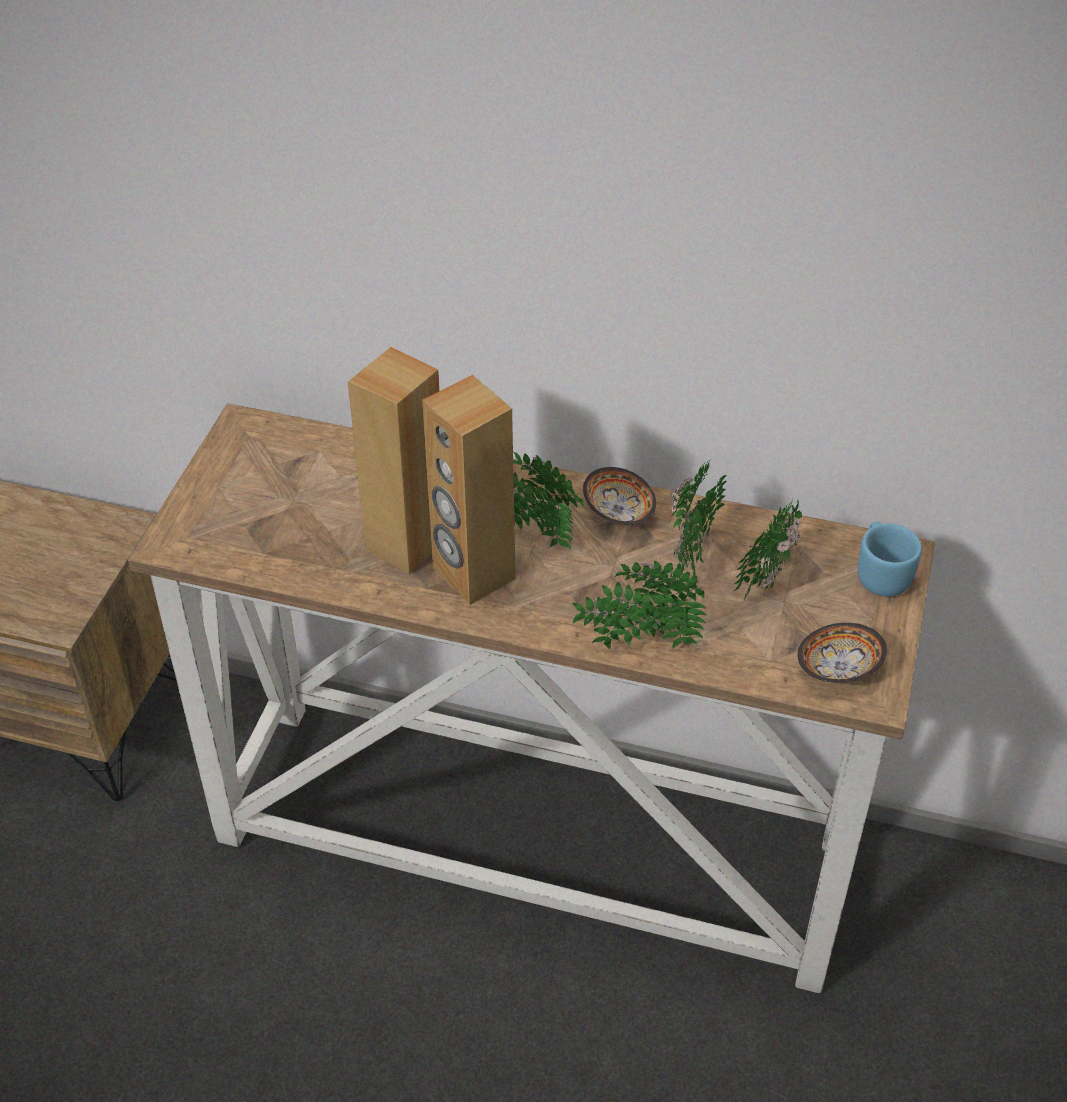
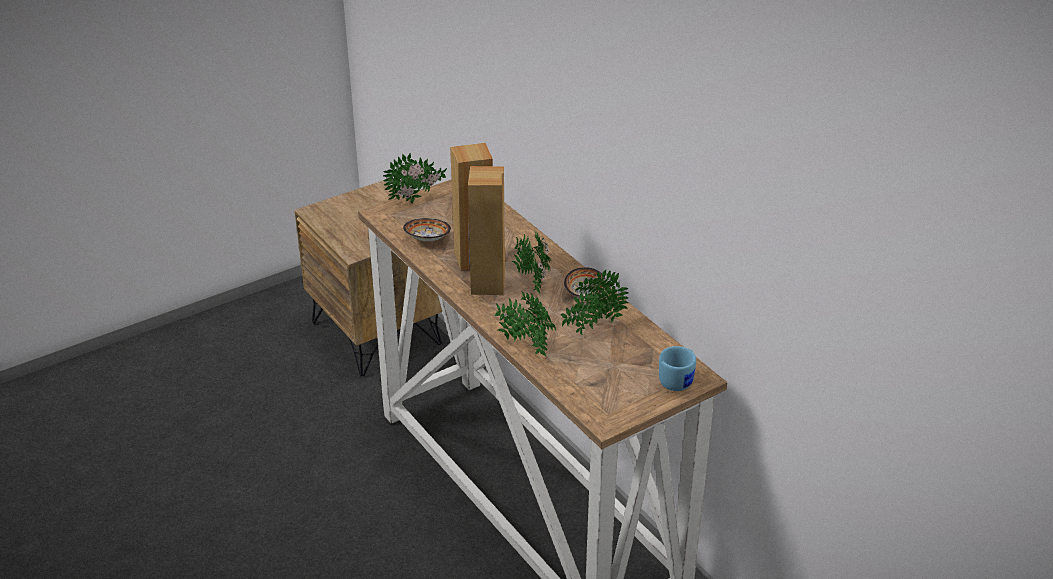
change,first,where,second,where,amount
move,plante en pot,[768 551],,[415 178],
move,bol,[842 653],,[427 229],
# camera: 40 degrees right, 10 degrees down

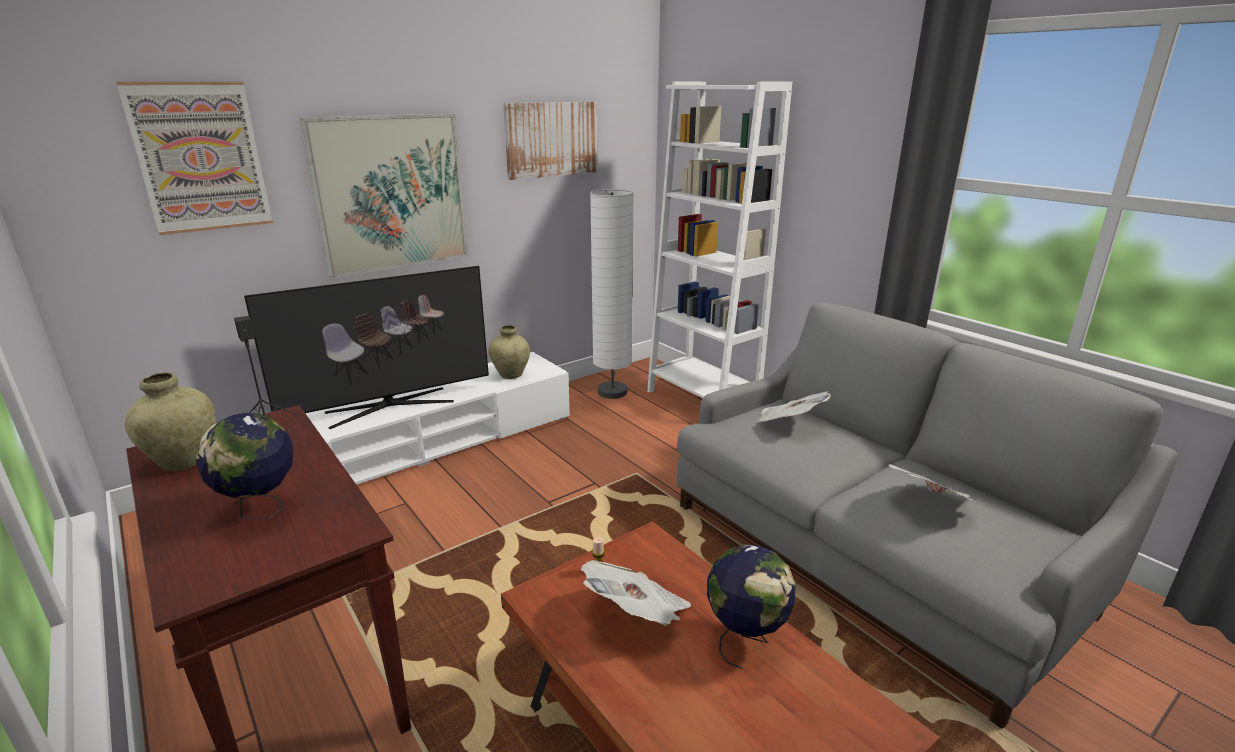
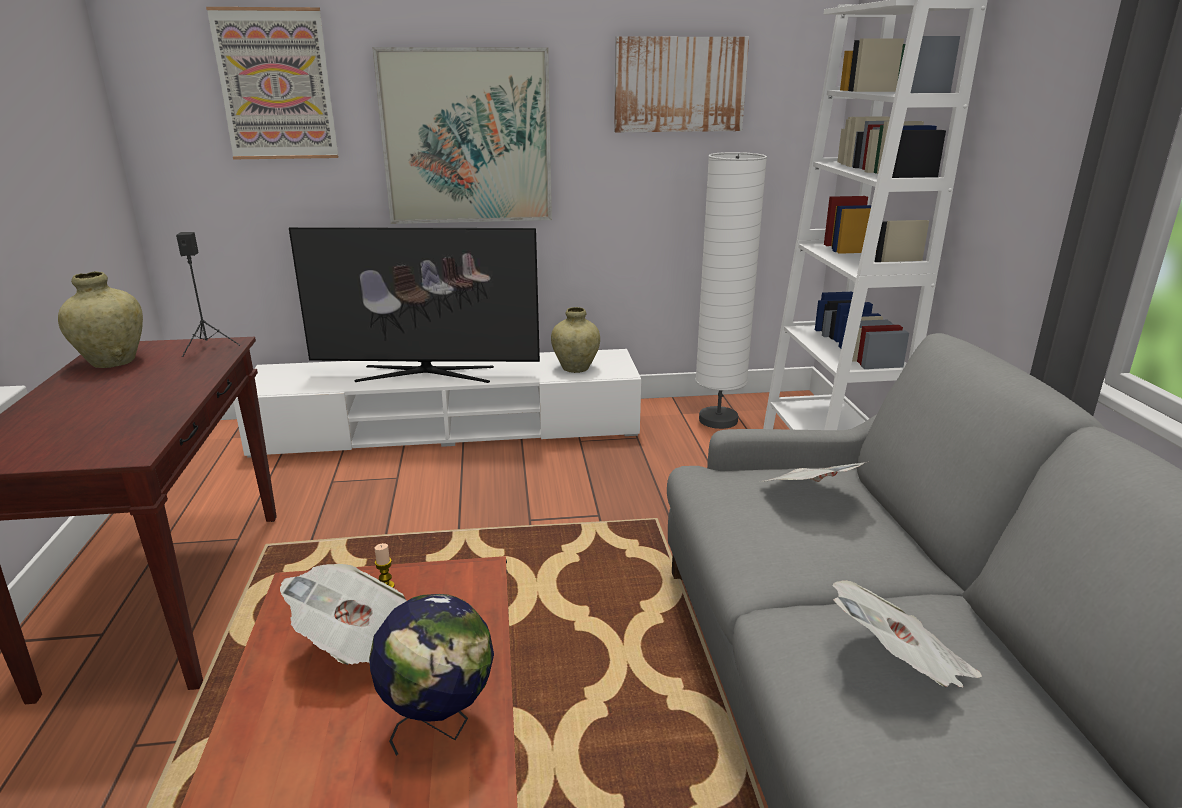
change,first,where,second,where,amount
delete,globe,[244 466],,,
# camera: 30 degrees right, 0 degrees up

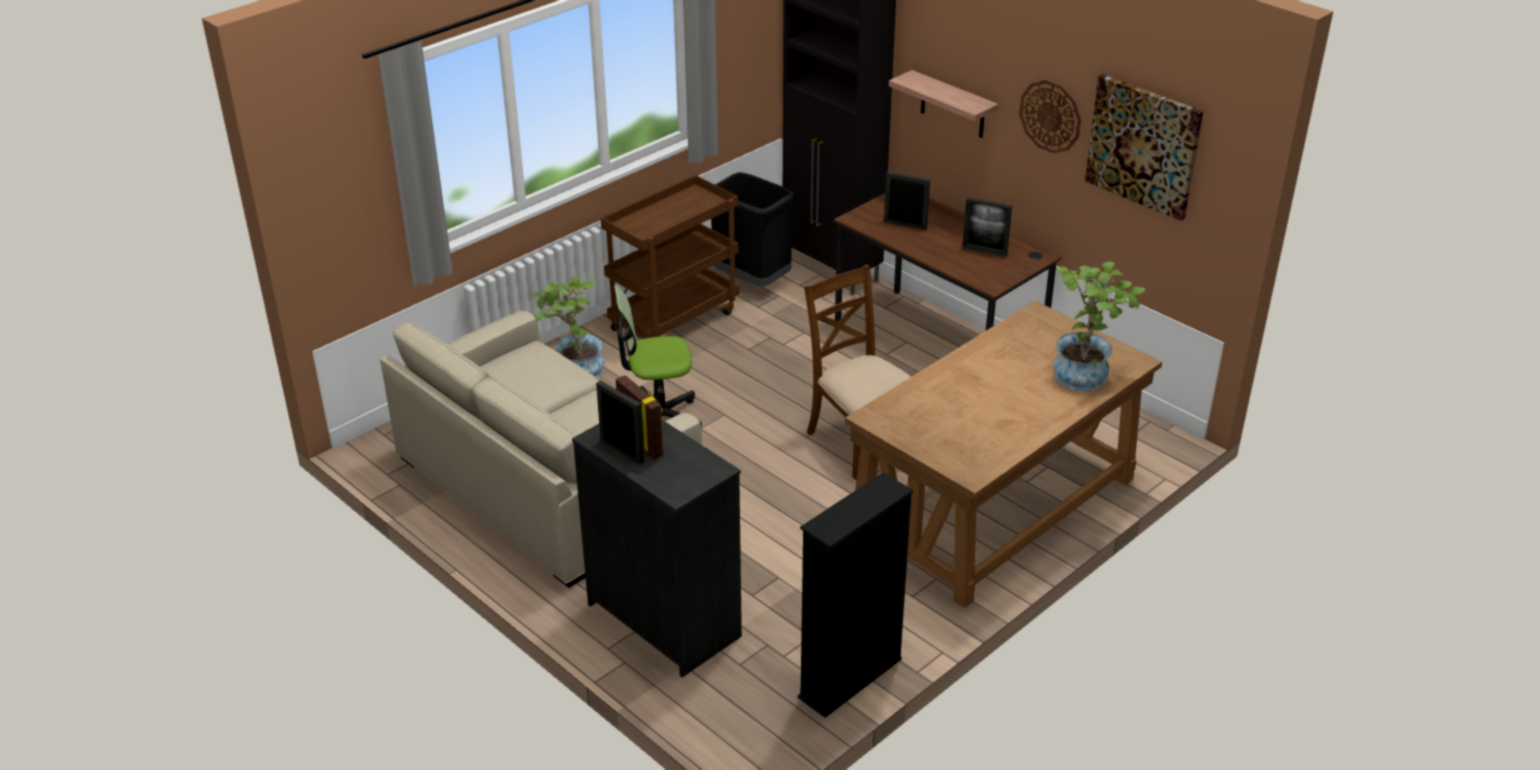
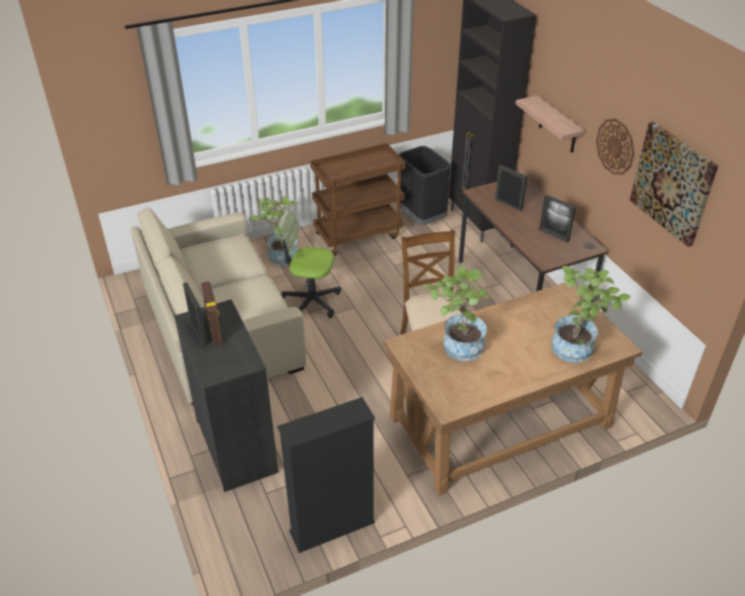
change,first,where,second,where,amount
insert,,,plante en pot,[457 313],
# camera: 20 degrees right, 5 degrees up

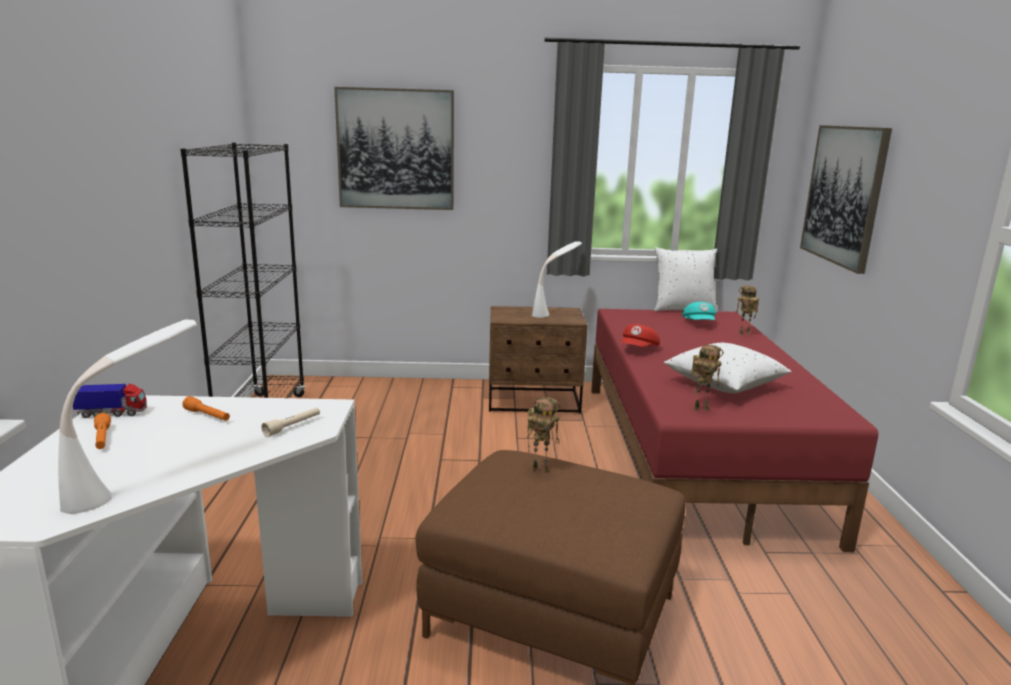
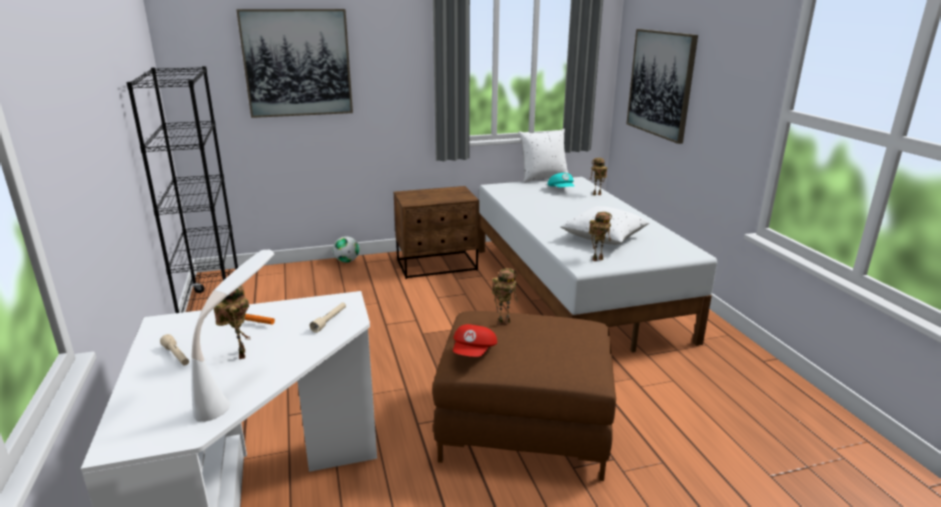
change,first,where,second,where,amount
recolor,lampe de poche/orange,[102 431],lampe de poche/beige,[174 349],
insert,,,robot jouet,[232 322],
insert,,,ballon de foot,[346 249],
move,casquette/rouge,[640 335],,[475 340],
recolor,lit/rouge,[734 430],lit/blanc,[597 265],
delete,camion jouet,[110 401],,,
delete,lampe de table/blanc,[557 279],,,
# camera: 15 degrees left, 5 degrees up

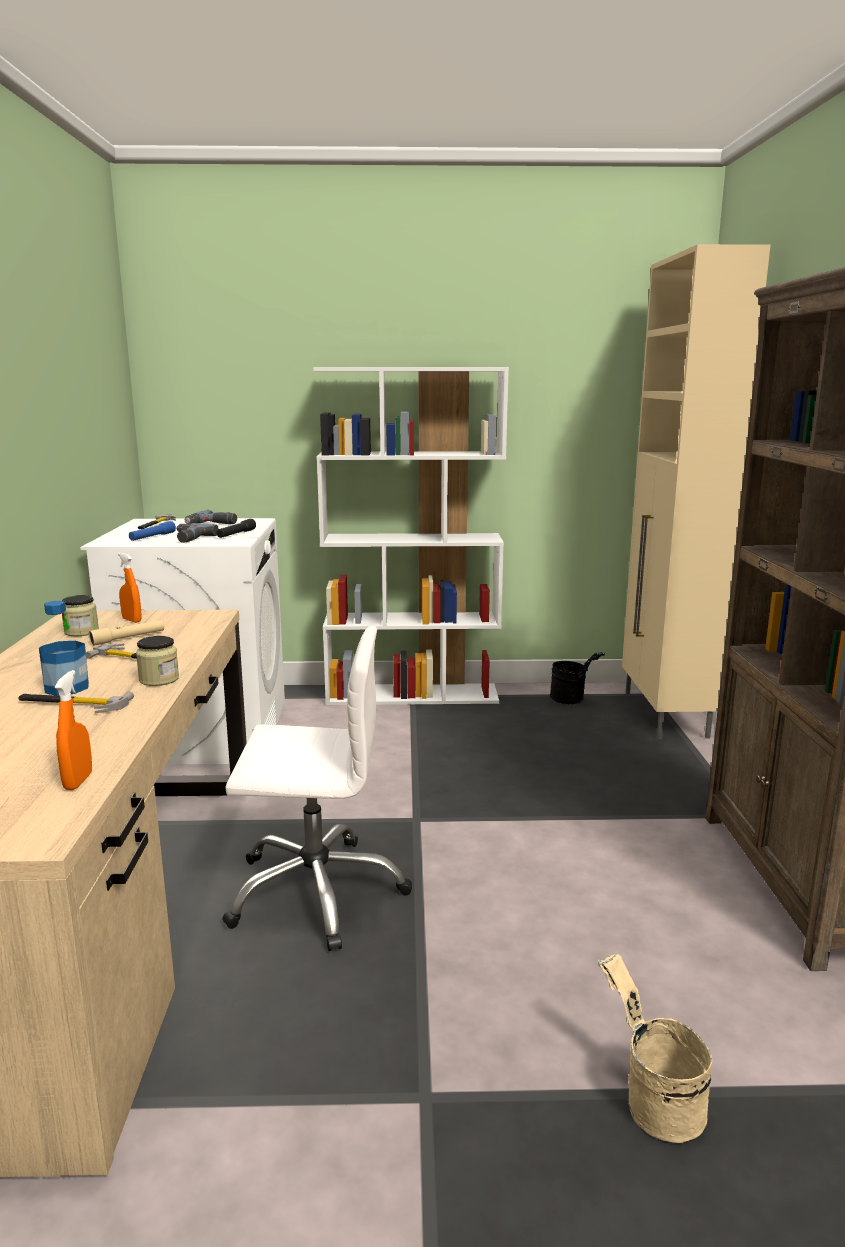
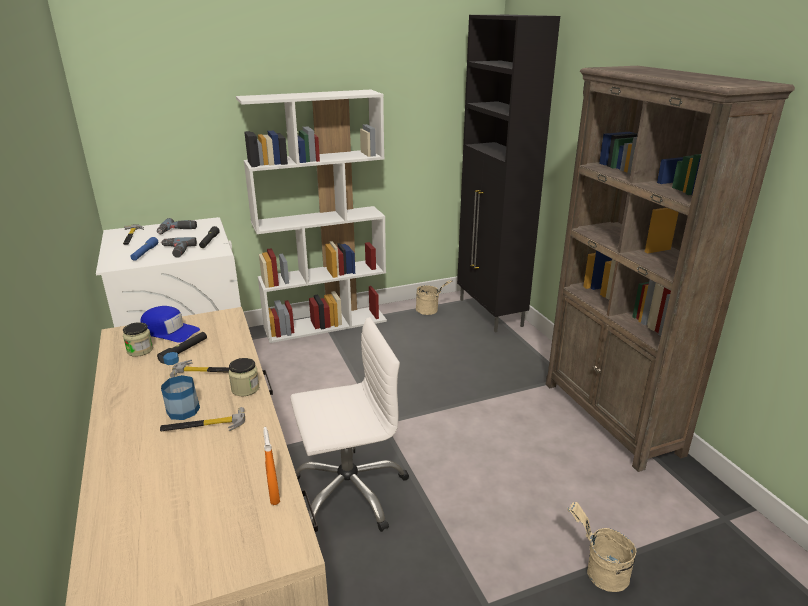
change,first,where,second,where,amount
replace,vaporisateur/orange,[130 588],casquette/bleu,[170 324],
recolor,lampe de poche/beige,[126 633],lampe de poche/noir,[182 348],
recolor,seau/noir,[577 678],seau/beige,[434 297],
recolor,meuble de rangement/beige,[696 491],meuble de rangement/noir,[508 173],
# camera: 20 degrees left, 10 degrees up

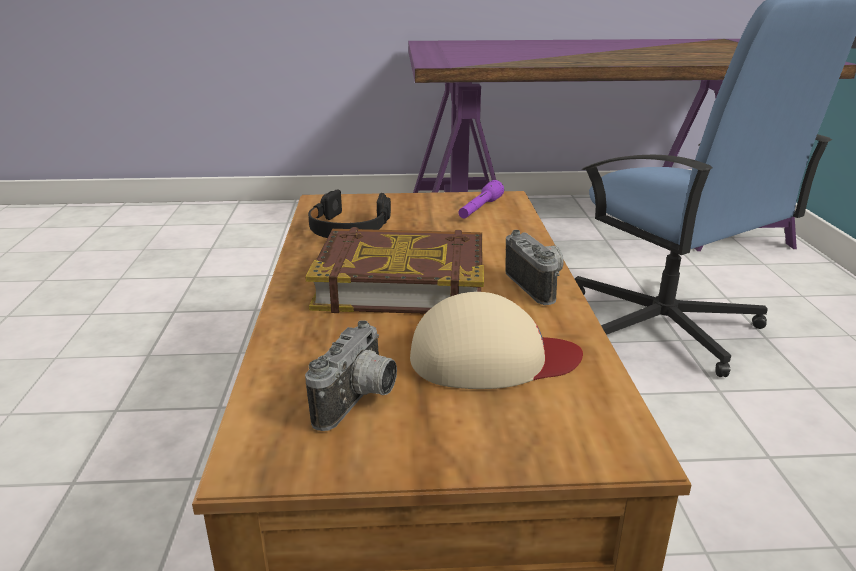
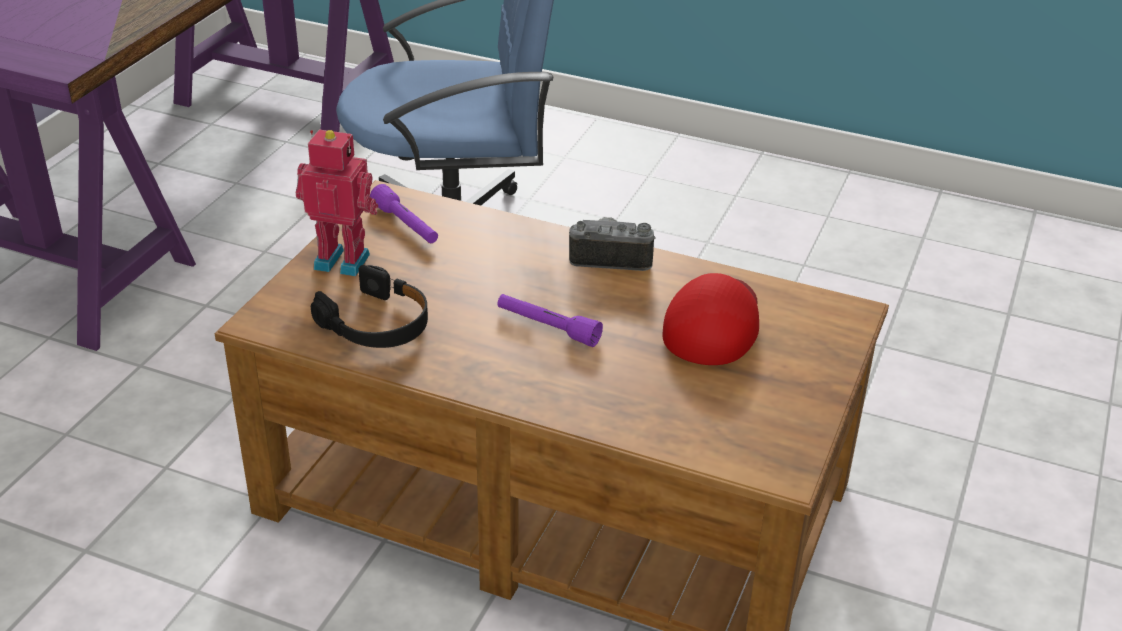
change,first,where,second,where,amount
insert,,,robot jouet,[337 202],
replace,livre,[394 270],lampe de poche/violet,[550 320],
recolor,casquette/beige,[496 340],casquette/rouge,[710 319],
delete,appareil photo,[351 375],,,
# camera: 65 degrees left, 10 degrees up

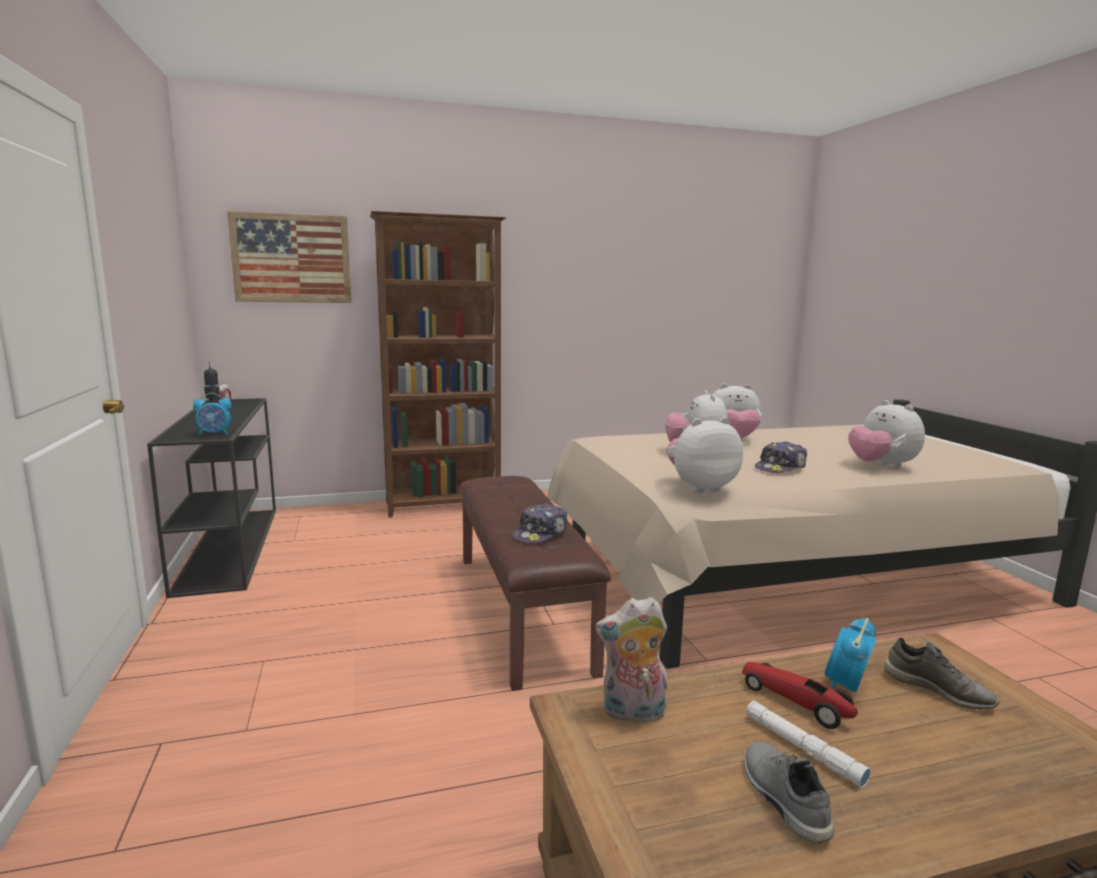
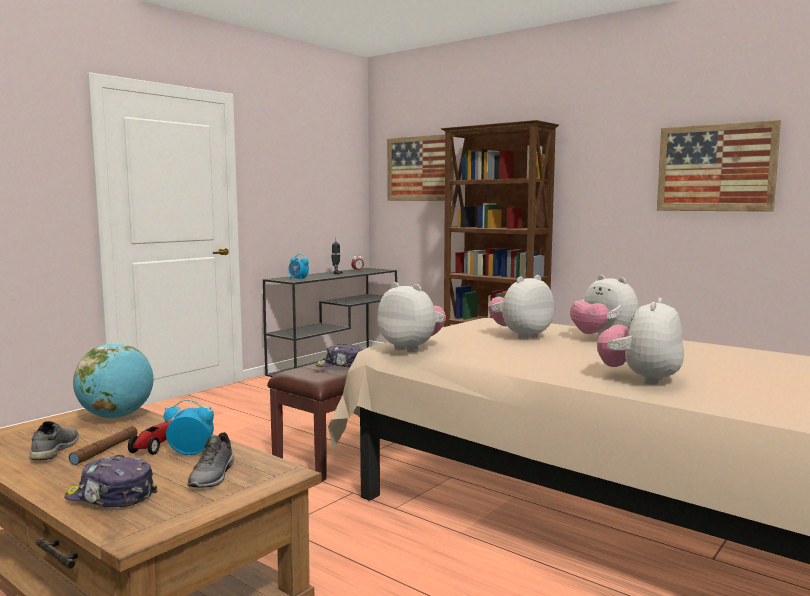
change,first,where,second,where,amount
rotate,chaussure/gris,[789 792],,[54 440],45 degrees counterclockwise
move,casquette,[781 457],,[111 481],
recolor,lampe de poche/blanc,[808 744],lampe de poche/marron,[103 445],
replace,peluche,[631 659],globe,[113 381],
insert,,,tableau,[719 166],
# camera: 55 degrees right, 5 degrees down

